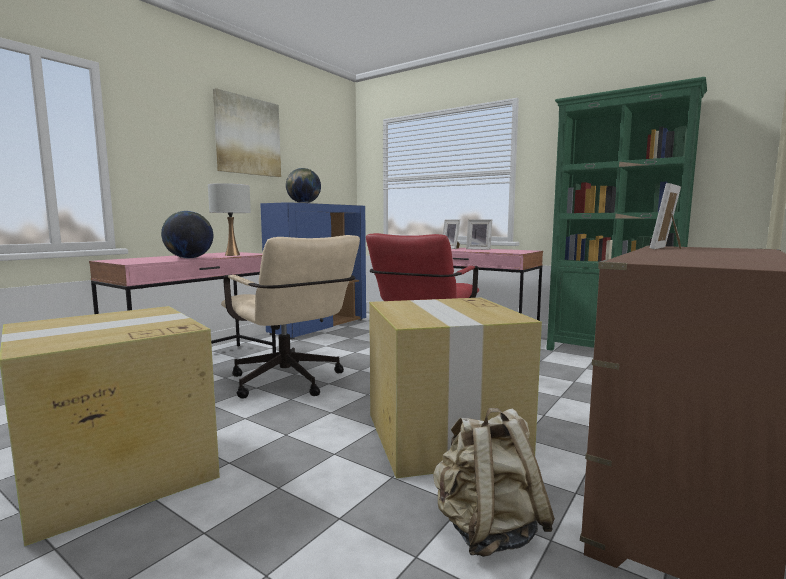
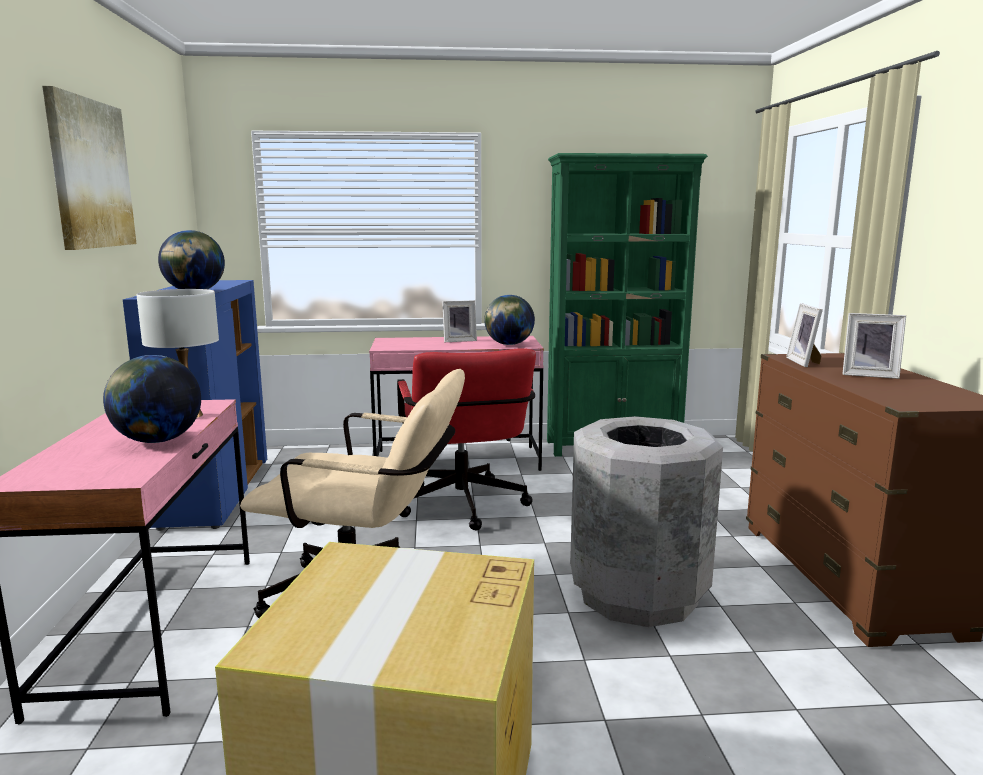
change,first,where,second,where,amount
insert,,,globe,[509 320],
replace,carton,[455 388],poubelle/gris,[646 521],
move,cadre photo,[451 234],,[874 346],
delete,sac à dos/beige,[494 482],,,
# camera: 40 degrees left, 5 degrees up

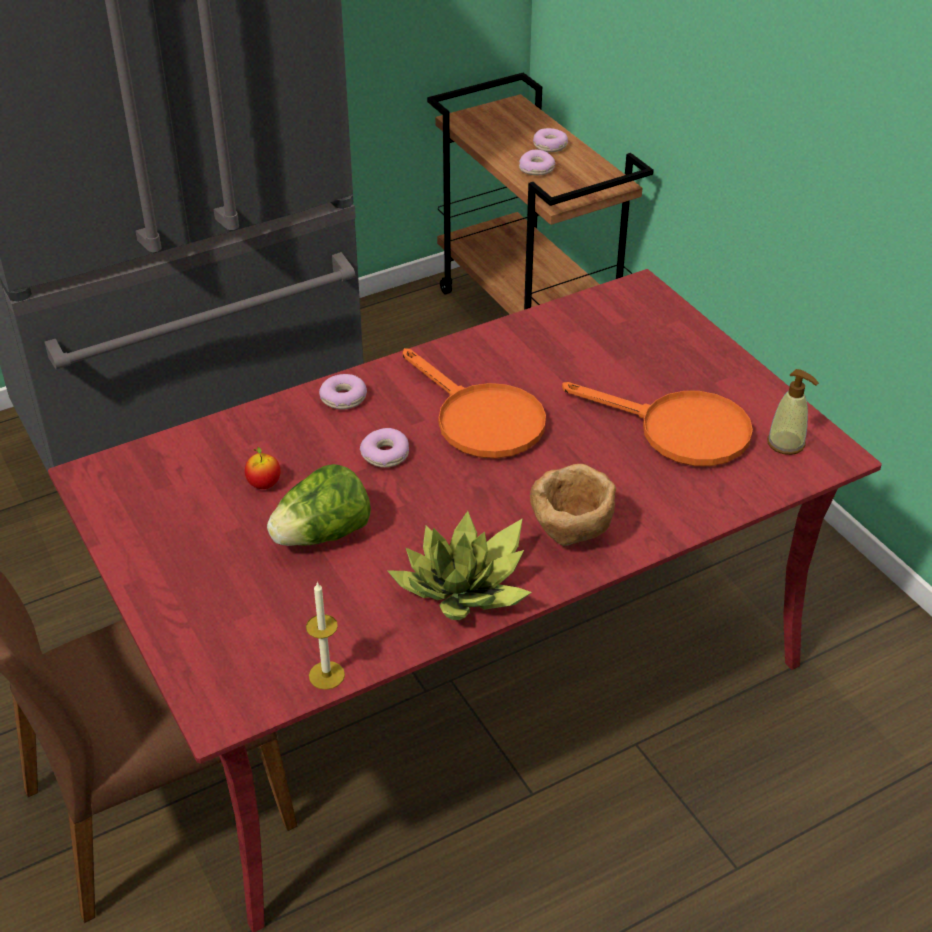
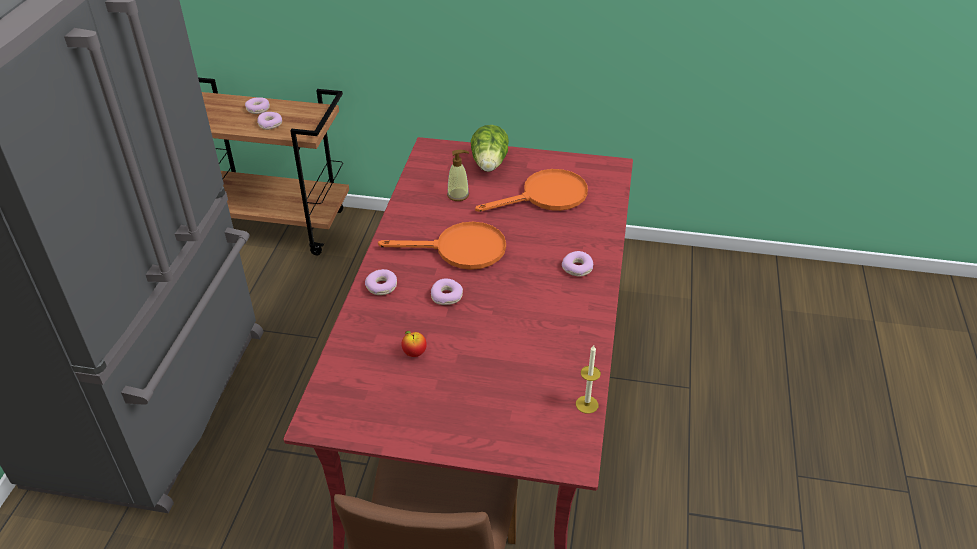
change,first,where,second,where,amount
move,distributeur de savon,[793 412],,[458 175],
move,laitue,[319 505],,[490 148],
replace,bol/marron,[573 505],beignet,[577 263],
delete,plante en pot,[460 565],,,
# camera: 50 degrees left, 0 degrees up

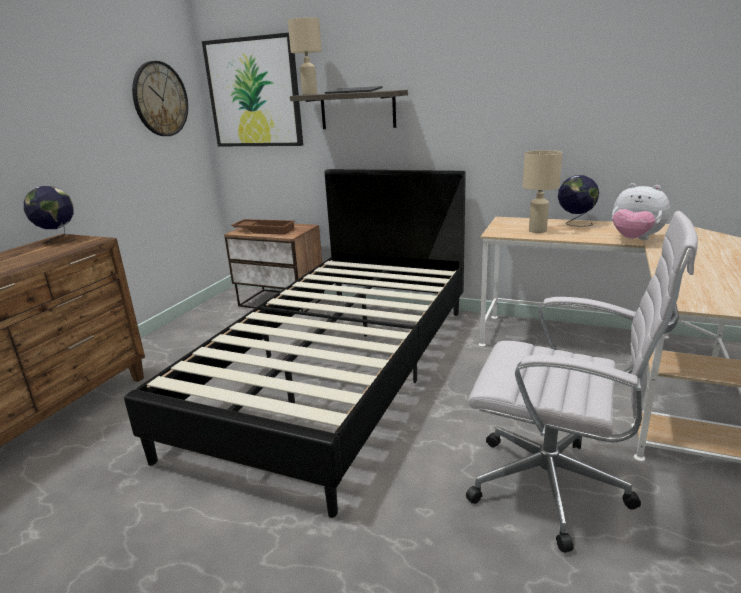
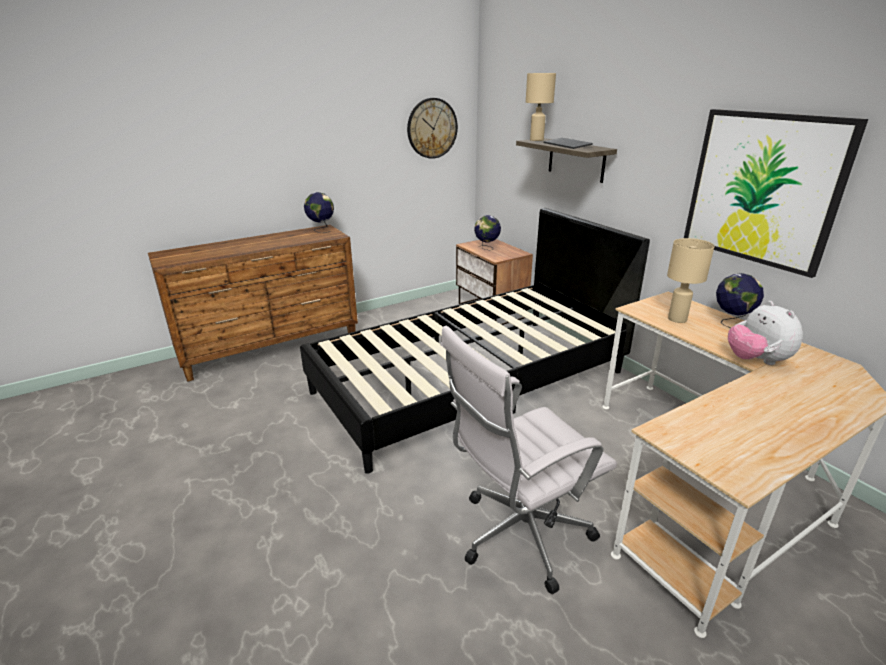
change,first,where,second,where,amount
rotate,chaise de bureau/blanc,[582 382],,[529 460],90 degrees clockwise
replace,plateau/marron,[263 227],globe,[487 232],
move,tableau,[252 89],,[776 193],
# camera: 35 degrees right, 5 degrees up

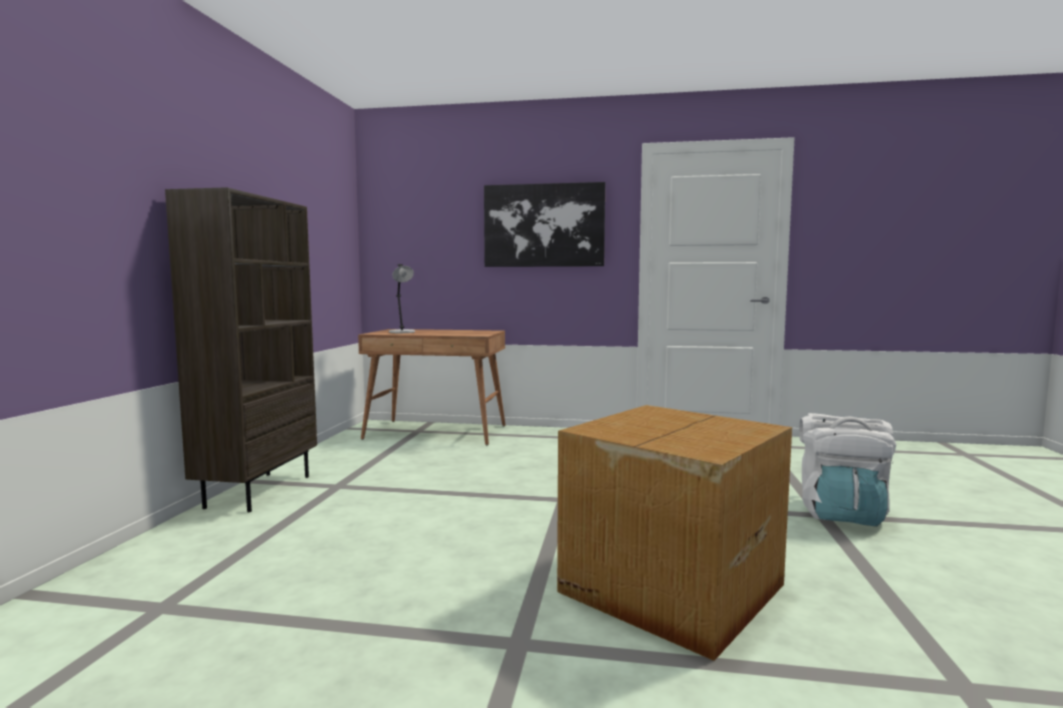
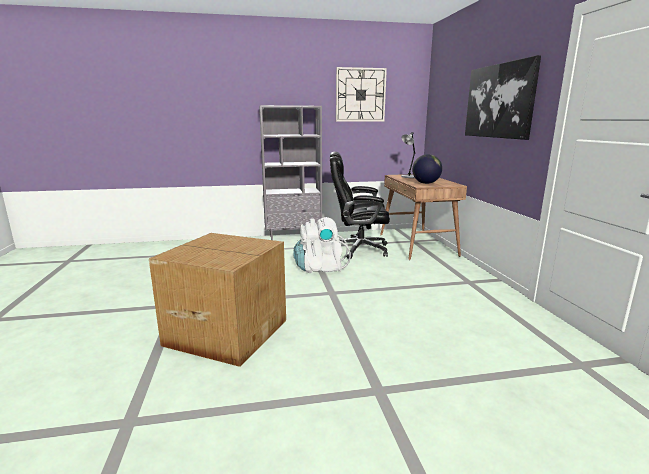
change,first,where,second,where,amount
recolor,bibliothèque/marron,[241 349],bibliothèque/gris,[290 172],
move,sac à dos/blanc,[847 470],,[322 245],
insert,,,chaise de bureau/noir,[360 205],
insert,,,horloge murale,[361 94],
insert,,,globe,[427 169],
# camera: 70 degrees right, 10 degrees up

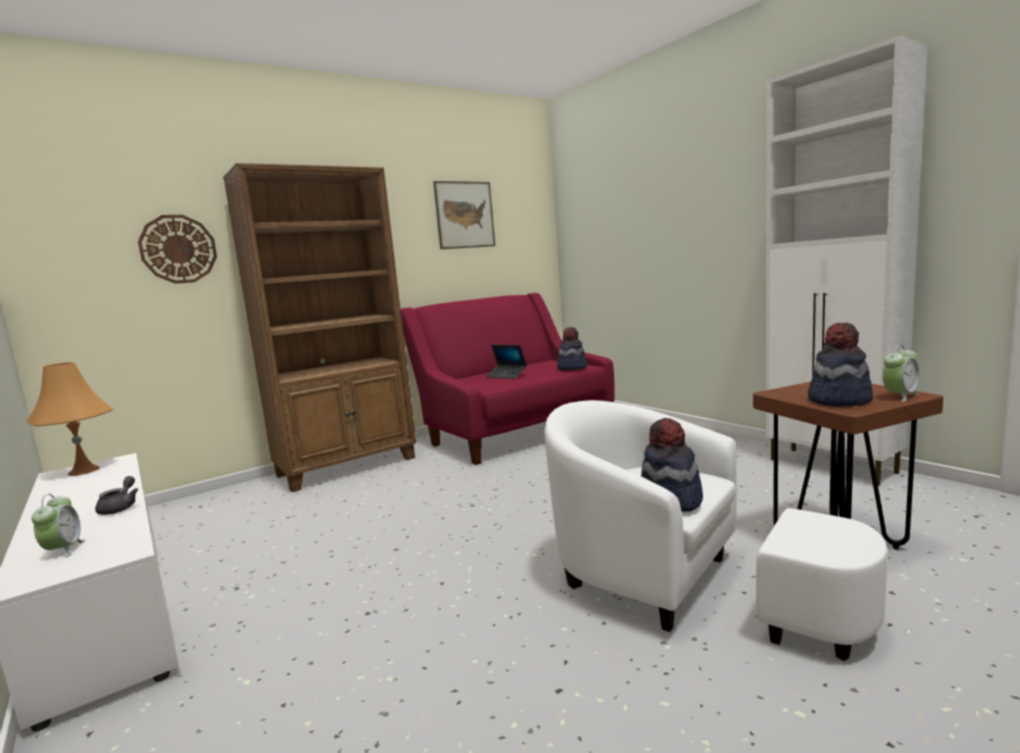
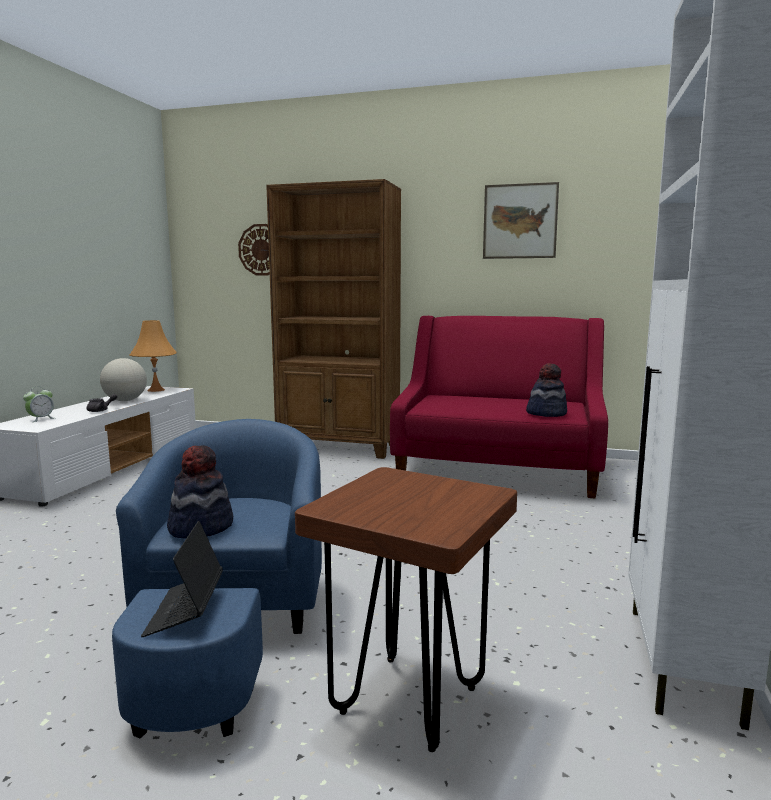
change,first,where,second,where,amount
insert,,,globe,[123 379],
recolor,fauteuil/blanc,[715 530],fauteuil/bleu,[217 578],
move,ordinateur portable,[506 362],,[182 579],
delete,chapeau,[840 365],,,
delete,réveil,[901 373],,,
# camera: 50 degrees right, 0 degrees up

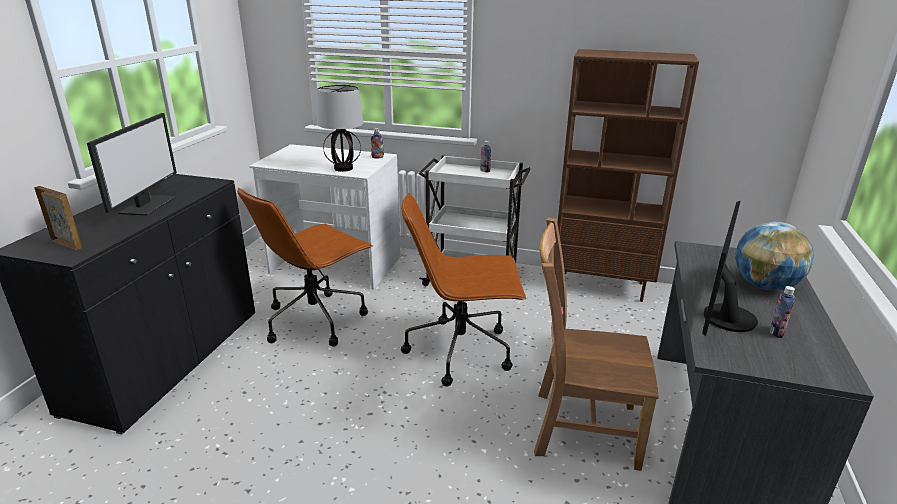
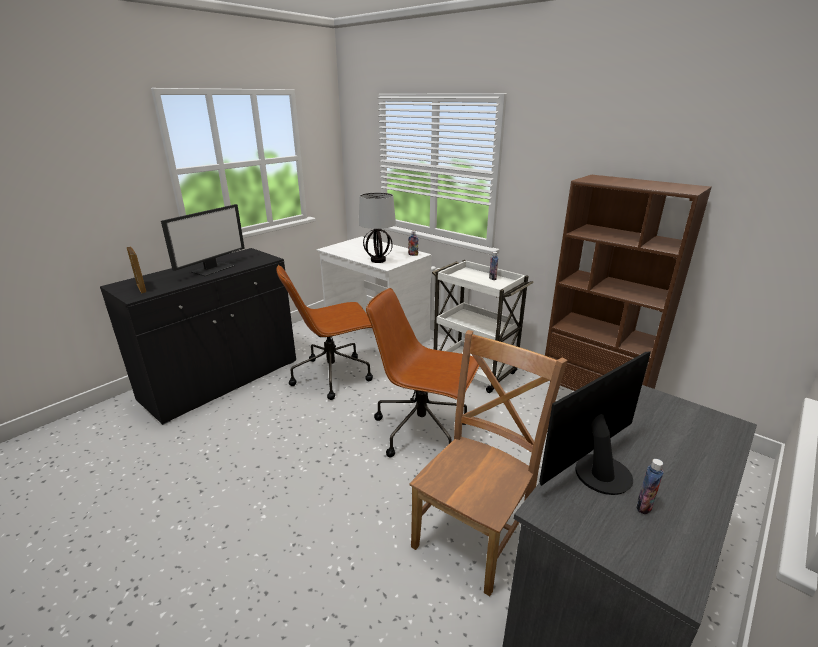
change,first,where,second,where,amount
rotate,chaise/marron,[596 344],,[489 463],90 degrees clockwise
delete,globe,[774 256],,,
# camera: 25 degrees right, 0 degrees up

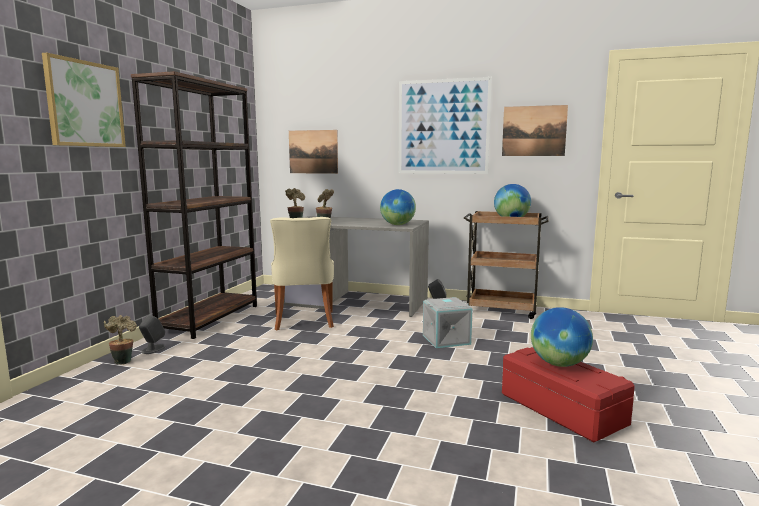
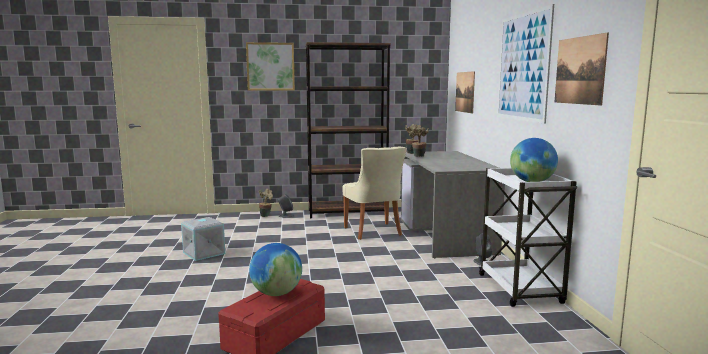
change,first,where,second,where,amount
move,boîte de rangement/gris,[448 322],,[203 239],
rotate,chaise/beige,[302 273],,[375 193],75 degrees counterclockwise
recolor,chariot/marron,[506 265],chariot/blanc,[528 237],
delete,globe,[398 207],,,
# camera: 65 degrees right, 0 degrees up

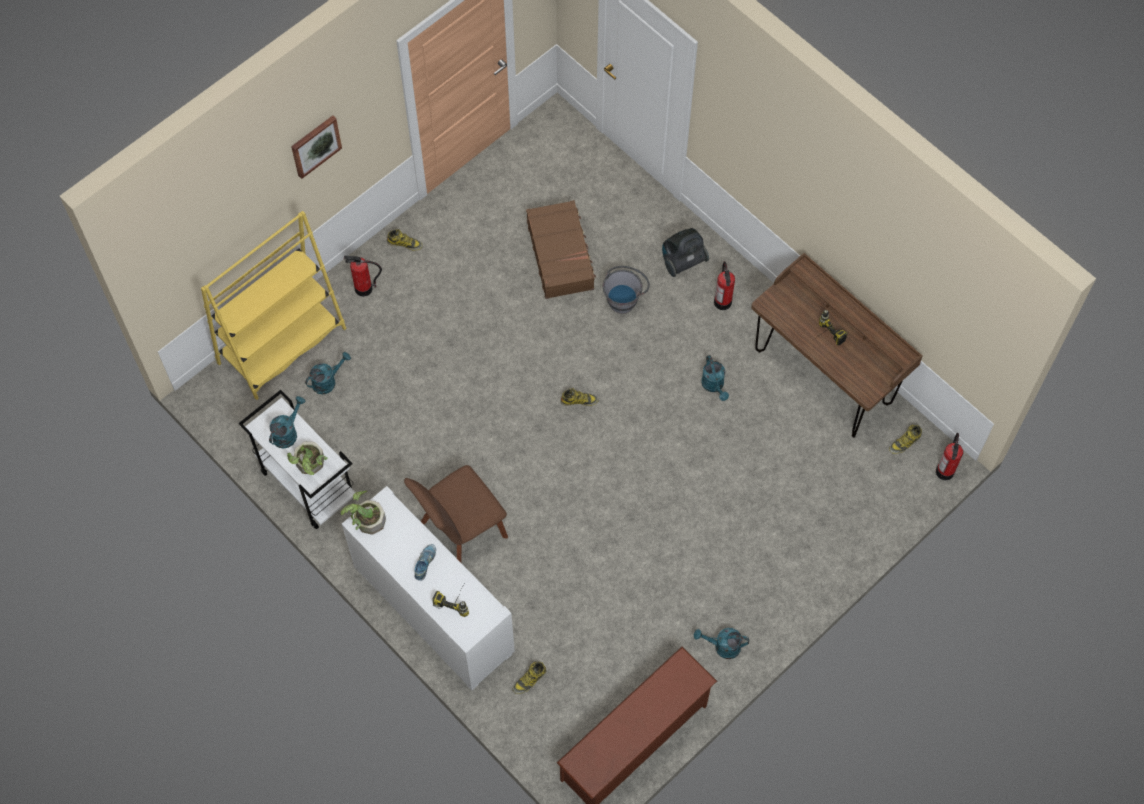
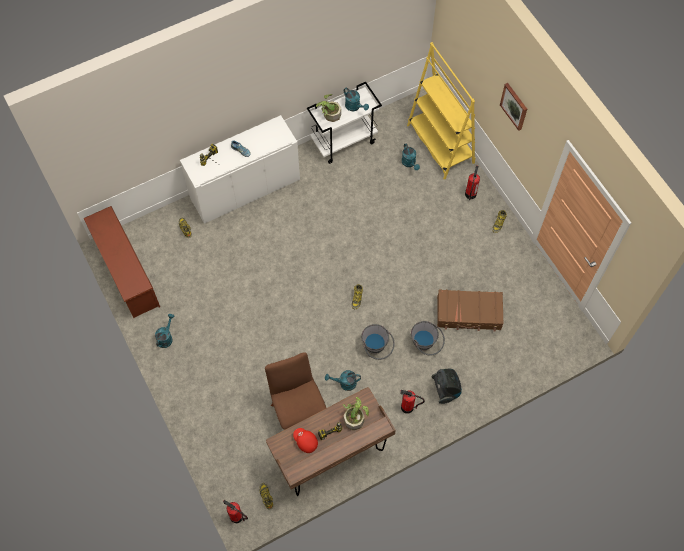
change,first,where,second,where,amount
move,chaise/marron,[456 514],,[295 390],
insert,,,casquette/rouge,[305 440],
move,plante en pot,[363 513],,[356 413],
insert,,,seau/gris,[377 342],
# camera: 105 degrees right, 0 degrees up

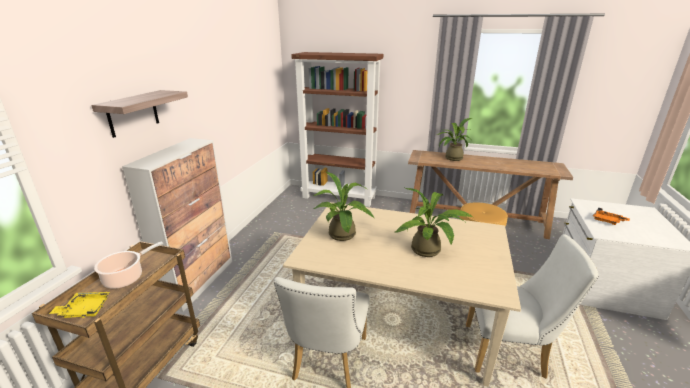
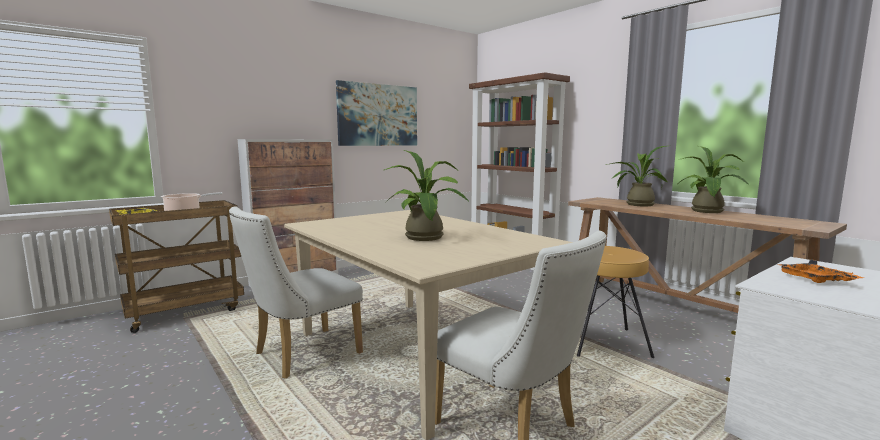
change,first,where,second,where,amount
insert,,,tableau,[376 113],
move,plante en pot,[344 206],,[713 179],
delete,étagère,[139 114],,,
# camera: 35 degrees right, 15 degrees down

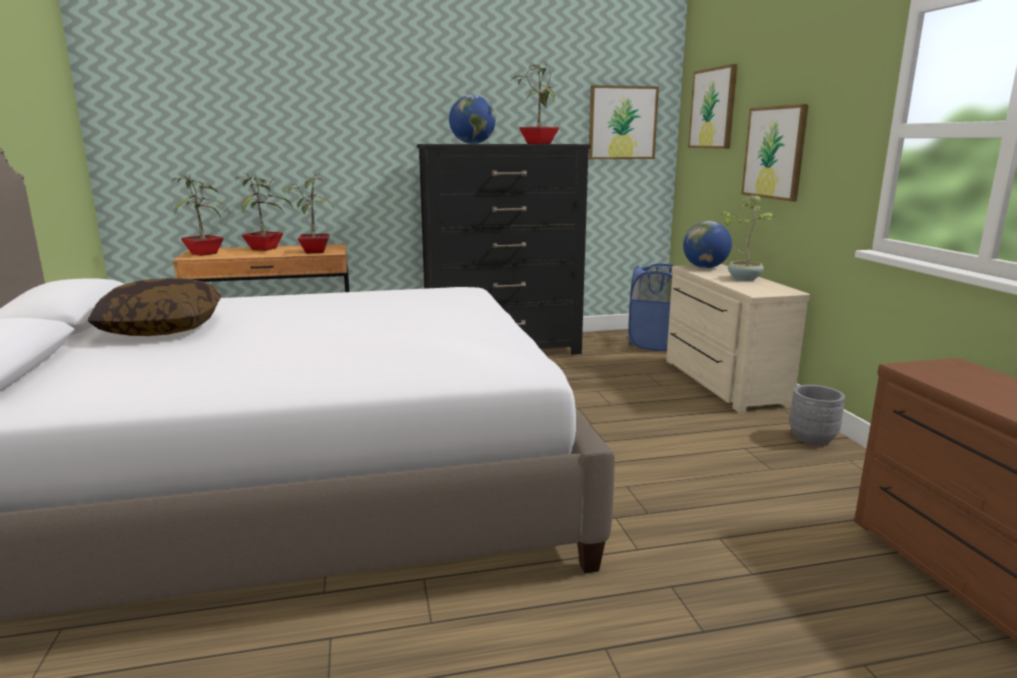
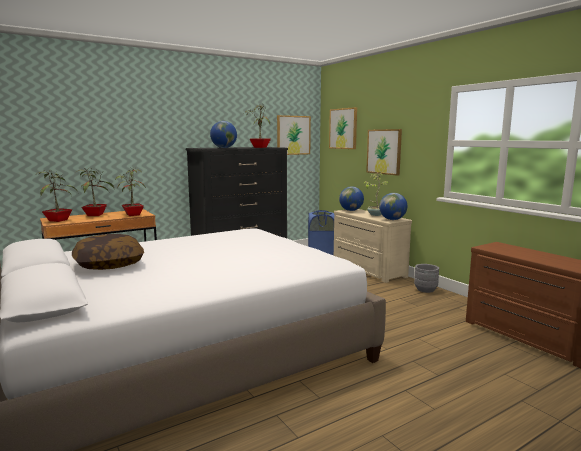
change,first,where,second,where,amount
insert,,,globe,[393 206],
# camera: 20 degrees left, 5 degrees down

